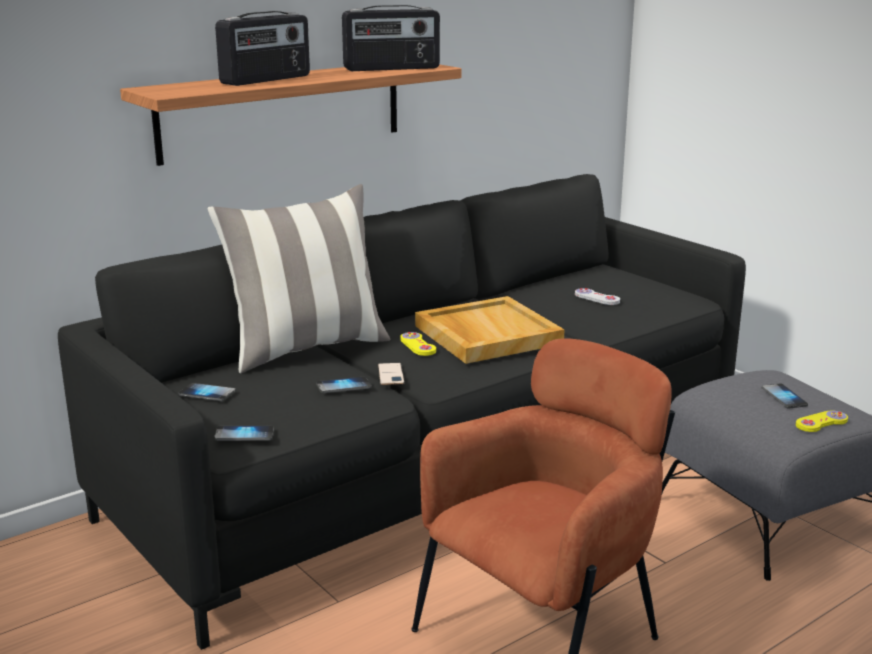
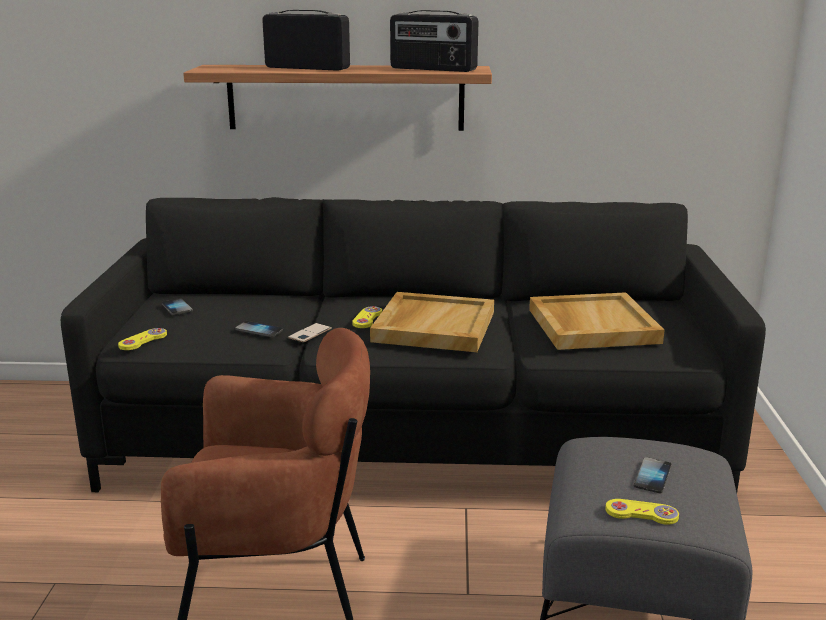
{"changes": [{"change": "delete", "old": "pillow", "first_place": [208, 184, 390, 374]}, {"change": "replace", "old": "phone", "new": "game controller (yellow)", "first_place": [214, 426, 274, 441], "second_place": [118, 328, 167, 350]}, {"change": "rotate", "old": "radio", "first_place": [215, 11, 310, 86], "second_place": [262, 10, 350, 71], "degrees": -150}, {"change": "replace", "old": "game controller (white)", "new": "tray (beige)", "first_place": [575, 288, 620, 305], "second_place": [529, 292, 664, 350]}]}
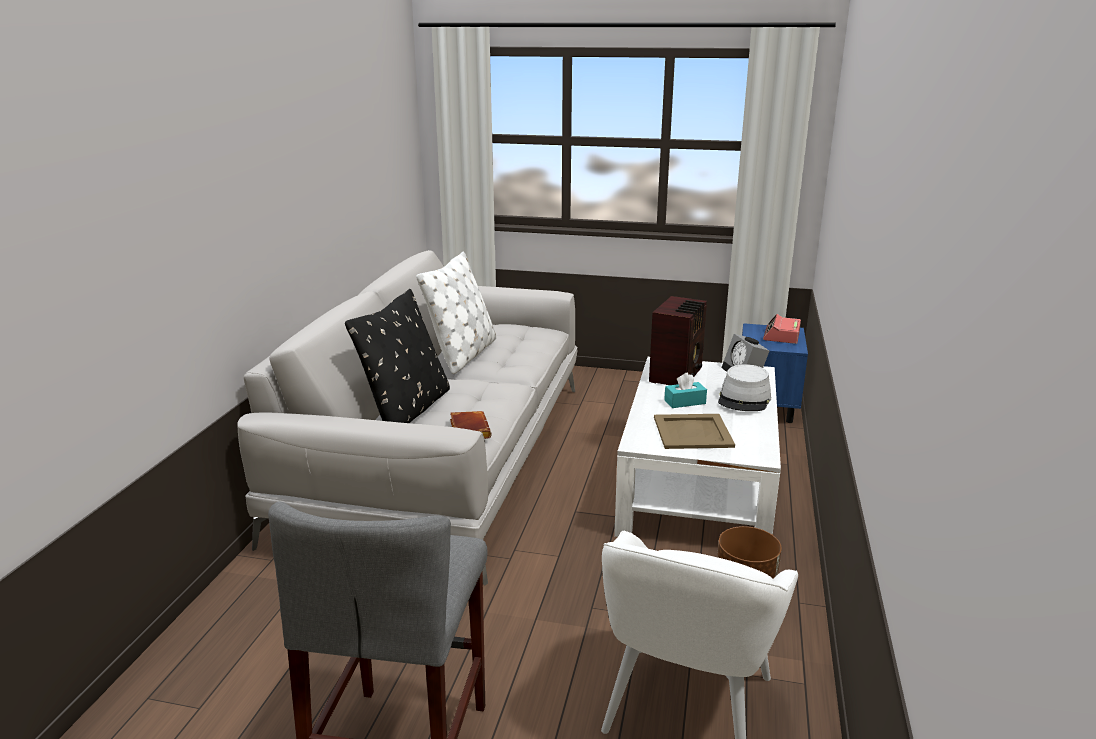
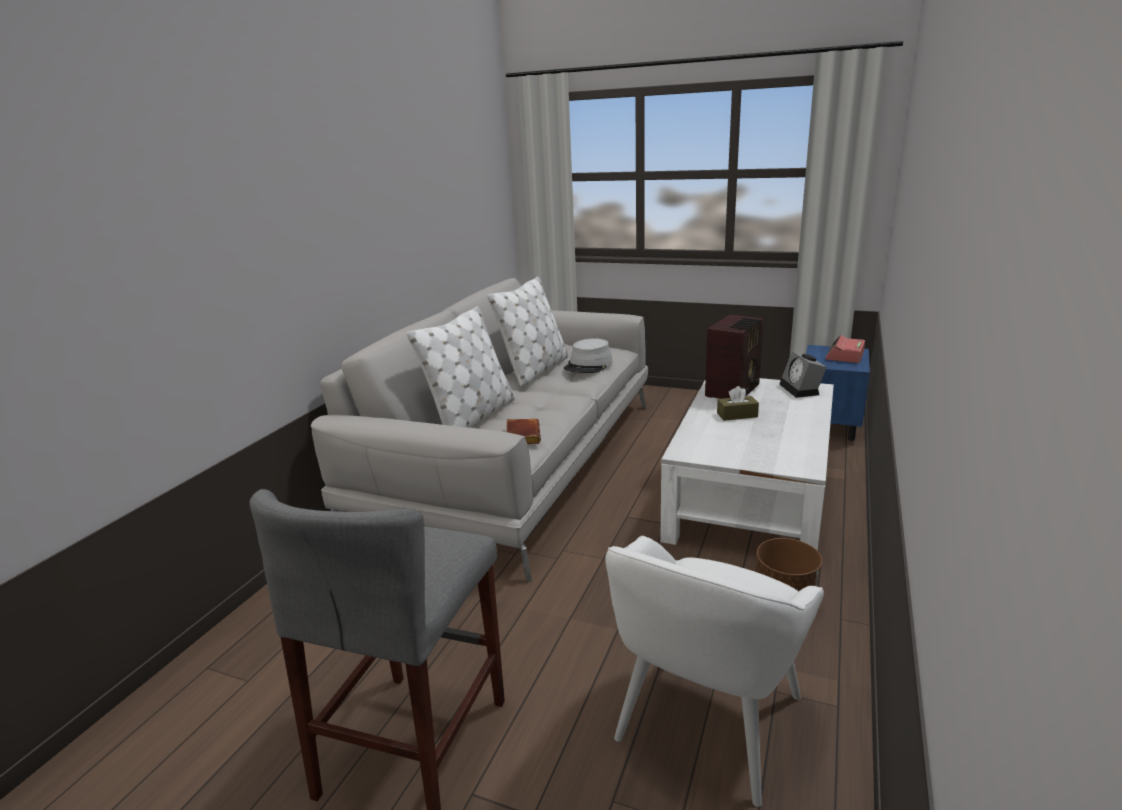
{"changes": [{"change": "recolor", "old": "pillow (black)", "new": "pillow (white)", "first_place": [345, 289, 450, 423], "second_place": [407, 306, 515, 428]}, {"change": "delete", "old": "tray (beige)", "first_place": [654, 414, 735, 449]}, {"change": "recolor", "old": "tissue box (turquoise)", "new": "tissue box (brown)", "first_place": [664, 372, 707, 408], "second_place": [717, 386, 759, 421]}, {"change": "move", "old": "hat (grey)", "first_place": [718, 364, 771, 411], "second_place": [564, 338, 613, 373]}]}
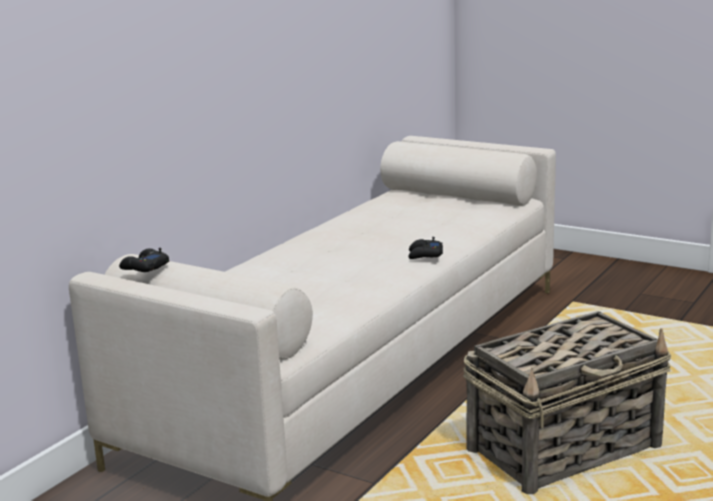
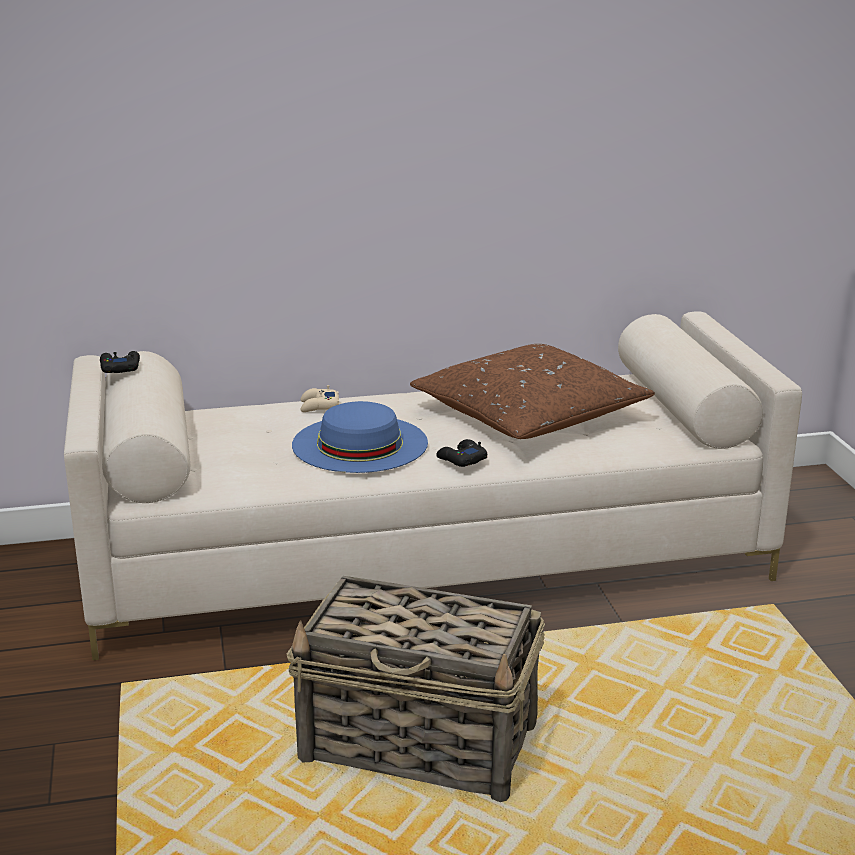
{"changes": [{"change": "insert", "new": "hat (blue)", "second_place": [292, 401, 428, 473]}, {"change": "insert", "new": "game controller (beige)", "second_place": [300, 385, 339, 412]}, {"change": "insert", "new": "pillow (brown)", "second_place": [410, 344, 655, 439]}]}
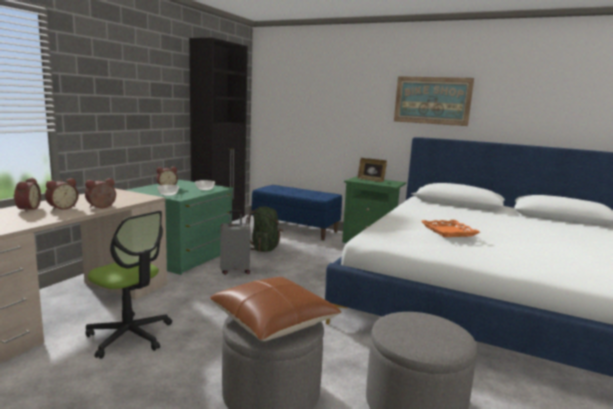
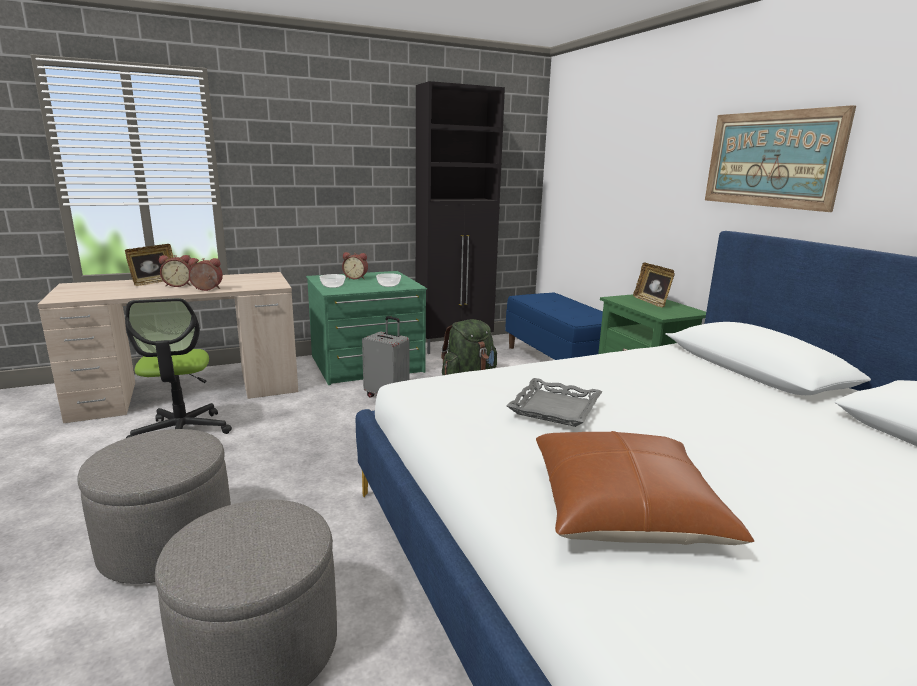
{"changes": [{"change": "replace", "old": "alarm clock", "new": "picture frame", "first_place": [14, 177, 41, 212], "second_place": [125, 244, 173, 286]}, {"change": "move", "old": "pillow (brown)", "first_place": [210, 277, 341, 341], "second_place": [536, 431, 754, 545]}, {"change": "recolor", "old": "tray (orange)", "new": "tray (grey)", "first_place": [421, 220, 480, 237], "second_place": [507, 378, 603, 427]}]}
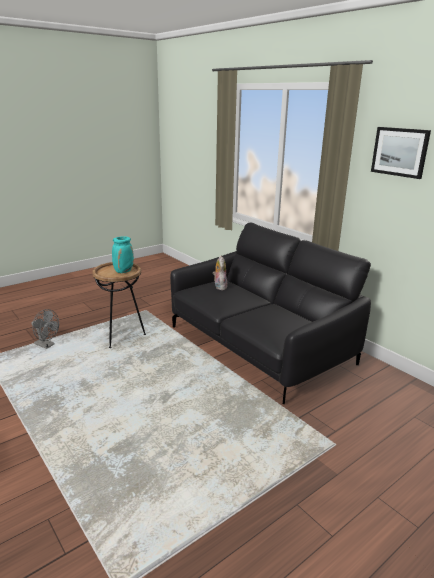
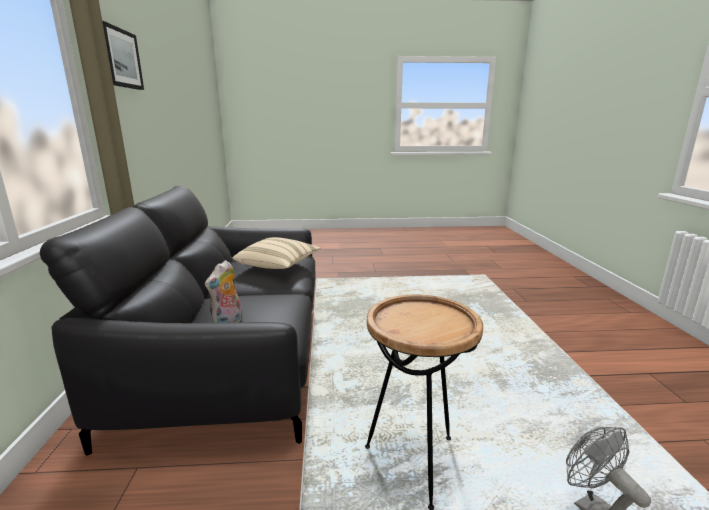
{"changes": [{"change": "delete", "old": "vase (turquoise)", "first_place": [112, 236, 134, 273]}, {"change": "insert", "new": "pillow (beige)", "second_place": [232, 237, 321, 269]}]}
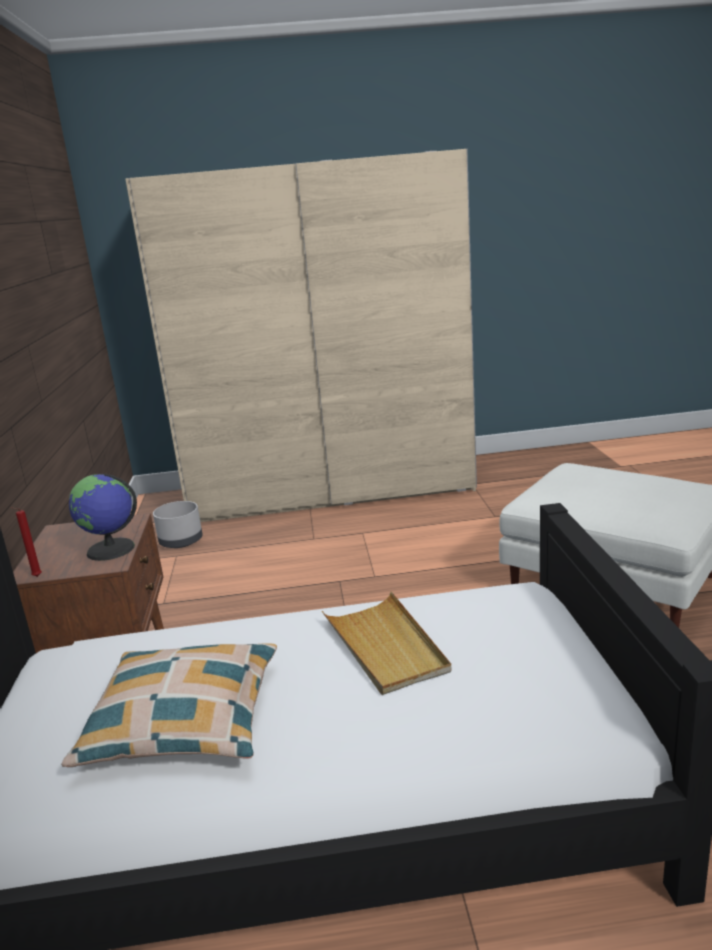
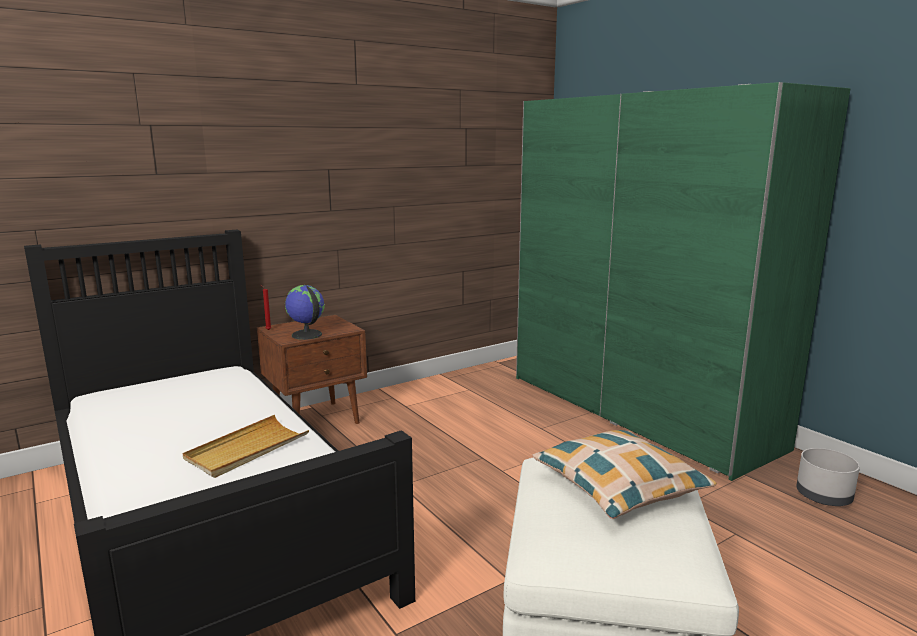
{"changes": [{"change": "move", "old": "pillow", "first_place": [61, 643, 277, 767], "second_place": [533, 430, 717, 519]}, {"change": "recolor", "old": "wardrobe (beige)", "new": "wardrobe (green)", "first_place": [125, 149, 477, 522], "second_place": [516, 82, 850, 481]}, {"change": "move", "old": "planter (grey)", "first_place": [153, 501, 202, 548], "second_place": [796, 448, 860, 506]}]}
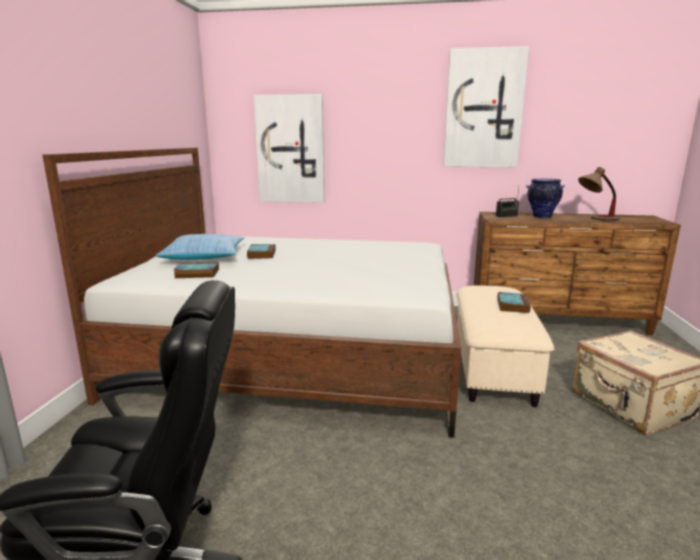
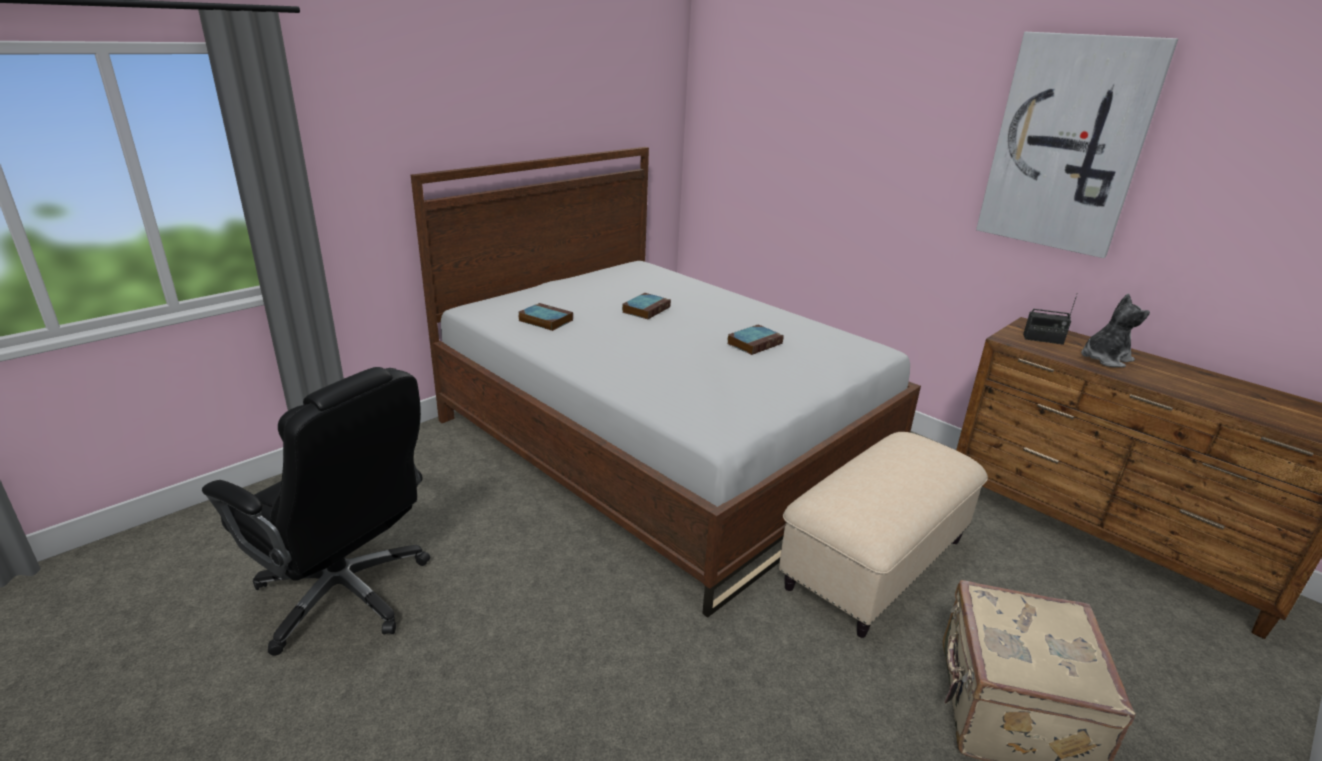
{"changes": [{"change": "delete", "old": "pillow", "first_place": [156, 234, 244, 260]}, {"change": "delete", "old": "picture", "first_place": [254, 94, 324, 203]}, {"change": "move", "old": "book", "first_place": [497, 292, 531, 313], "second_place": [727, 325, 784, 355]}, {"change": "replace", "old": "vase", "new": "plush toy", "first_place": [526, 178, 565, 218], "second_place": [1081, 294, 1150, 367]}, {"change": "delete", "old": "table lamp", "first_place": [578, 167, 620, 221]}]}
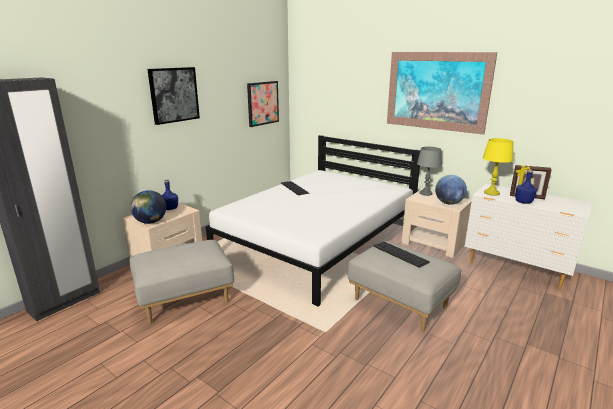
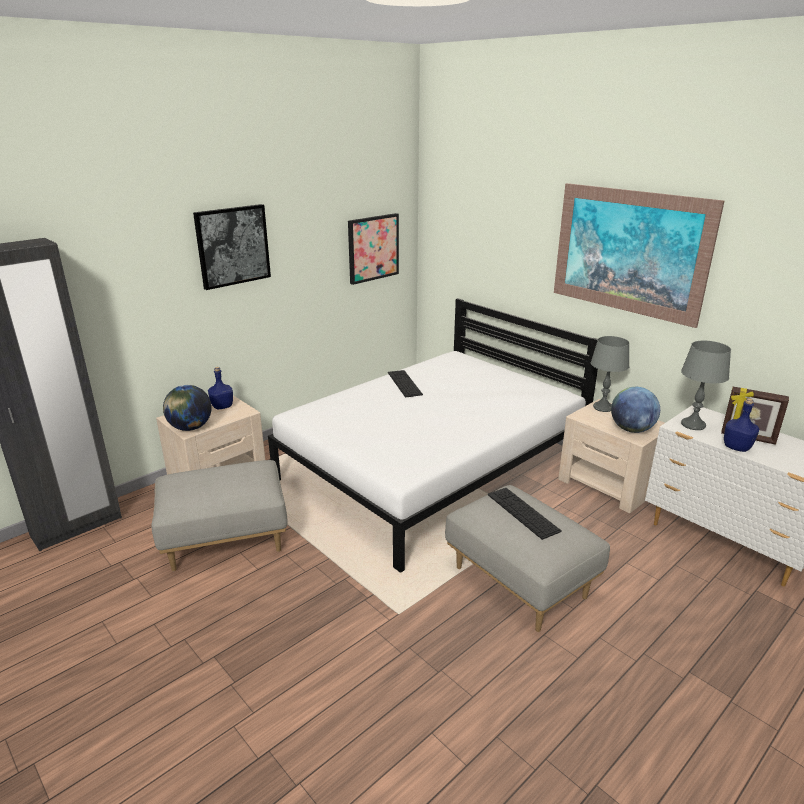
{"changes": [{"change": "recolor", "old": "table lamp (yellow)", "new": "table lamp (grey)", "first_place": [483, 138, 514, 196], "second_place": [681, 341, 731, 430]}]}
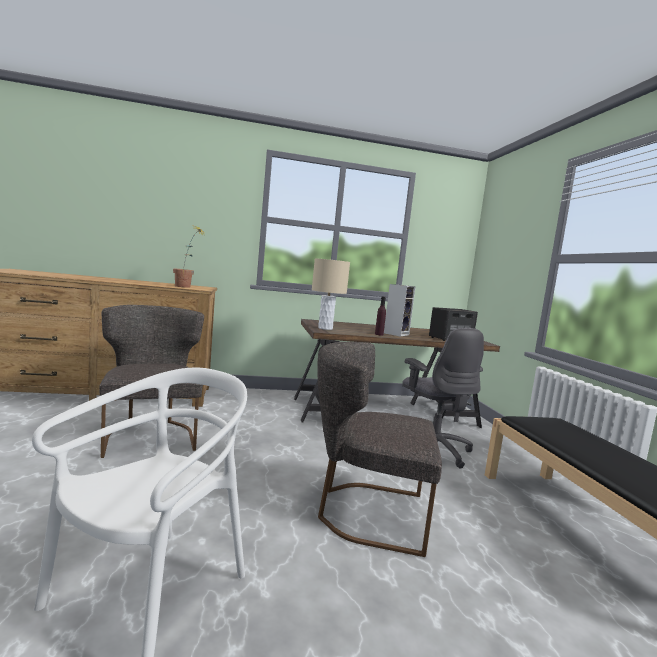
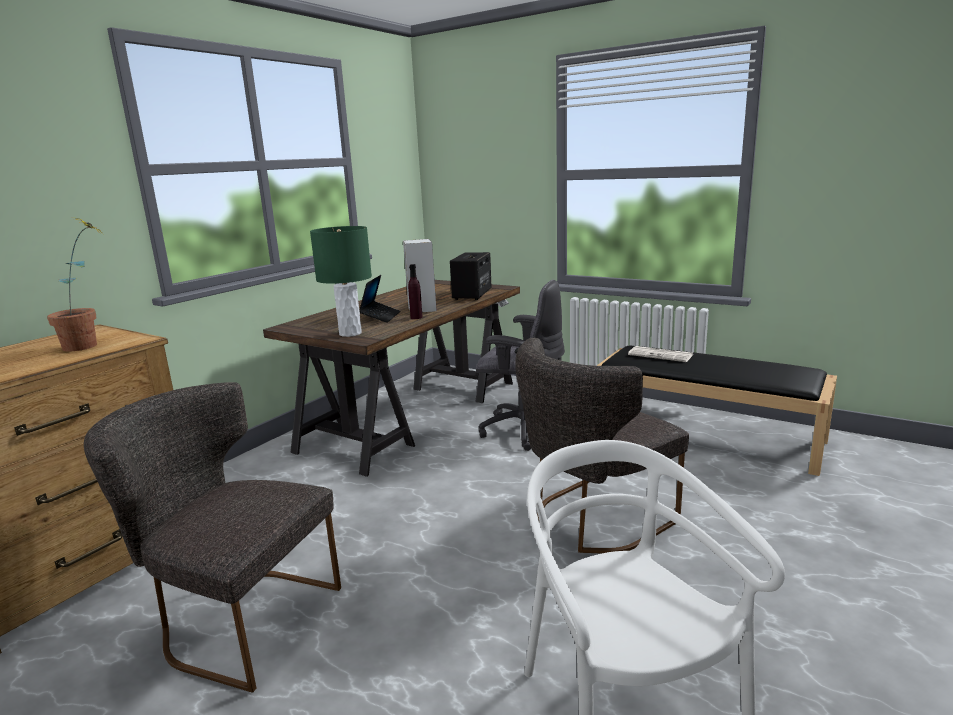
{"changes": [{"change": "recolor", "old": "table lamp (beige)", "new": "table lamp (green)", "first_place": [312, 258, 350, 330], "second_place": [310, 226, 372, 337]}, {"change": "insert", "new": "laptop", "second_place": [359, 275, 400, 323]}, {"change": "insert", "new": "newspaper", "second_place": [628, 346, 693, 362]}]}
